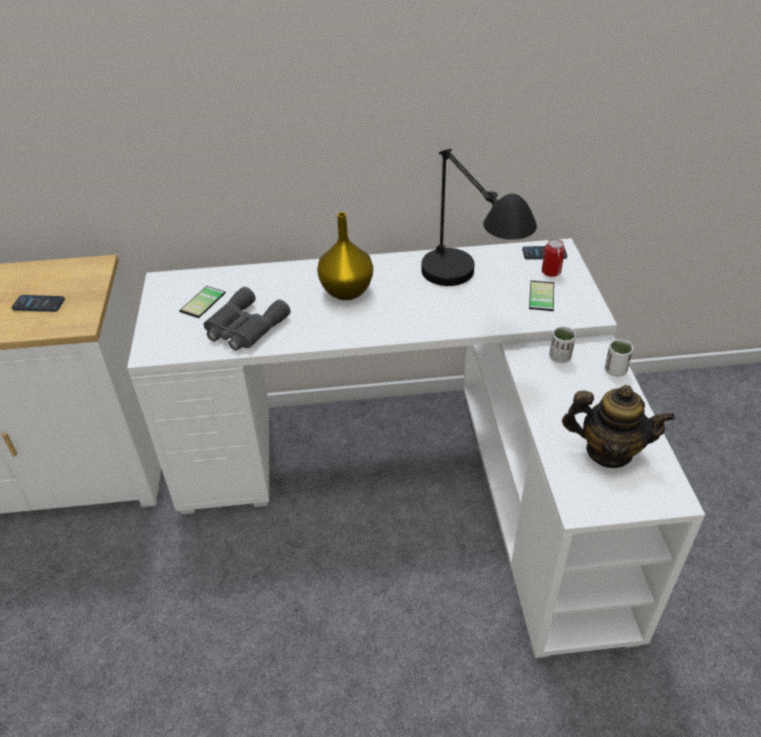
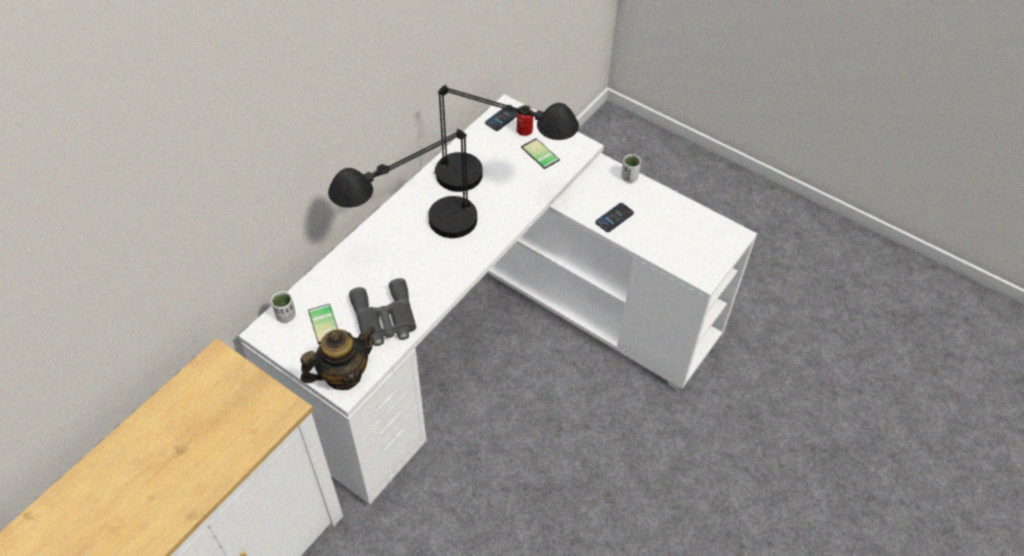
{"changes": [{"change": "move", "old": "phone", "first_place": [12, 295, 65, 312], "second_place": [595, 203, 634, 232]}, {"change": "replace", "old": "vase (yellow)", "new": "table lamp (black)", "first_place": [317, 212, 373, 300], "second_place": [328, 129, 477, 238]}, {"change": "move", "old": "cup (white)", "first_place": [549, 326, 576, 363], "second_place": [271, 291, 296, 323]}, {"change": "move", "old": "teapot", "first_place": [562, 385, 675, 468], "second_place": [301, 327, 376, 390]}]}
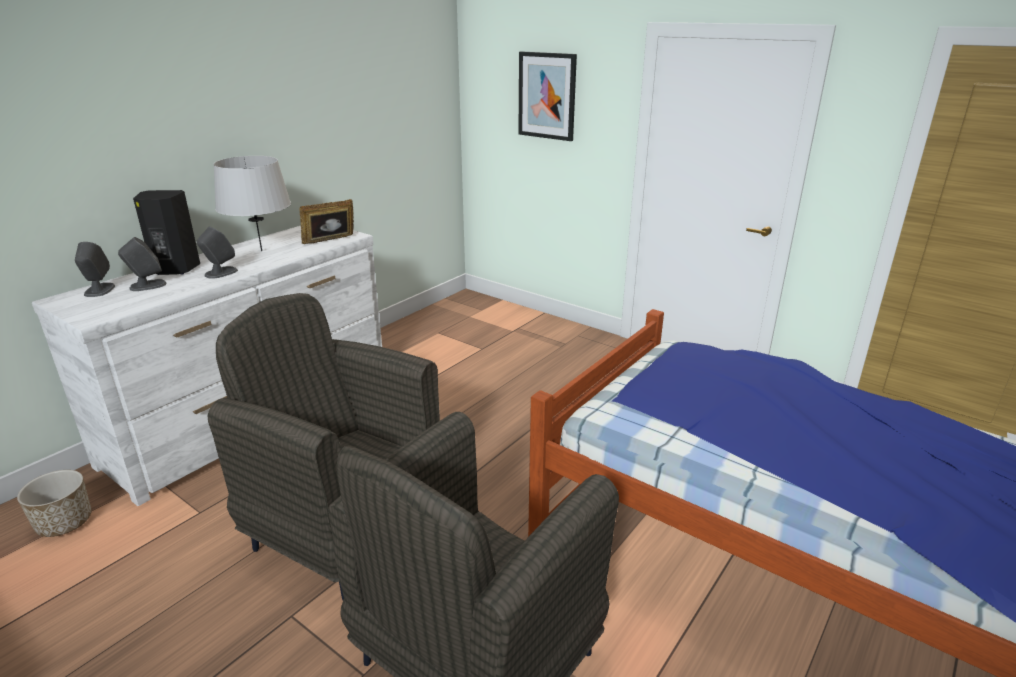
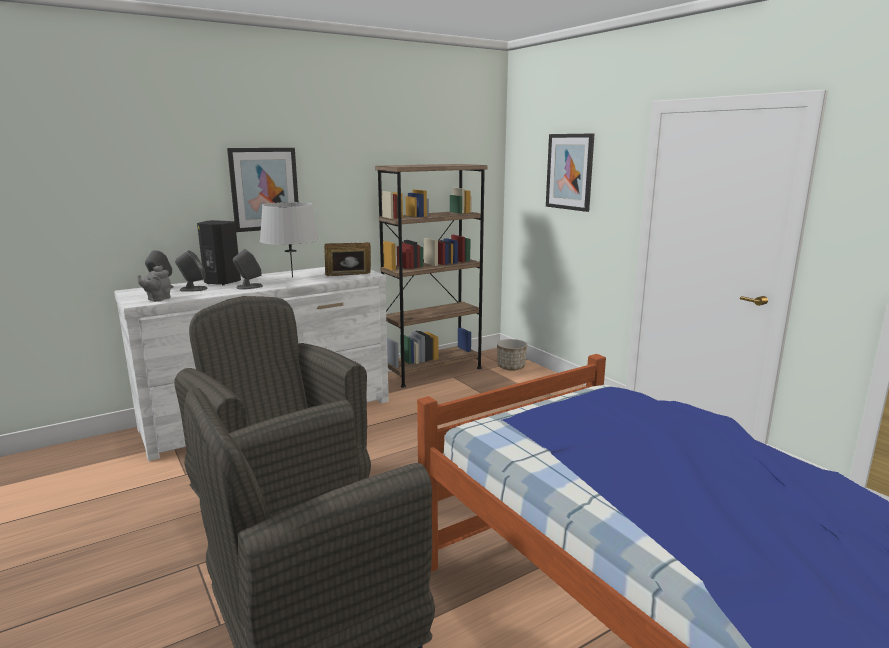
{"changes": [{"change": "move", "old": "planter", "first_place": [17, 470, 92, 537], "second_place": [497, 339, 527, 371]}, {"change": "insert", "new": "teapot (grey)", "second_place": [137, 265, 171, 302]}, {"change": "insert", "new": "picture", "second_place": [227, 148, 299, 232]}, {"change": "insert", "new": "bookcase (brown)", "second_place": [375, 164, 488, 388]}]}
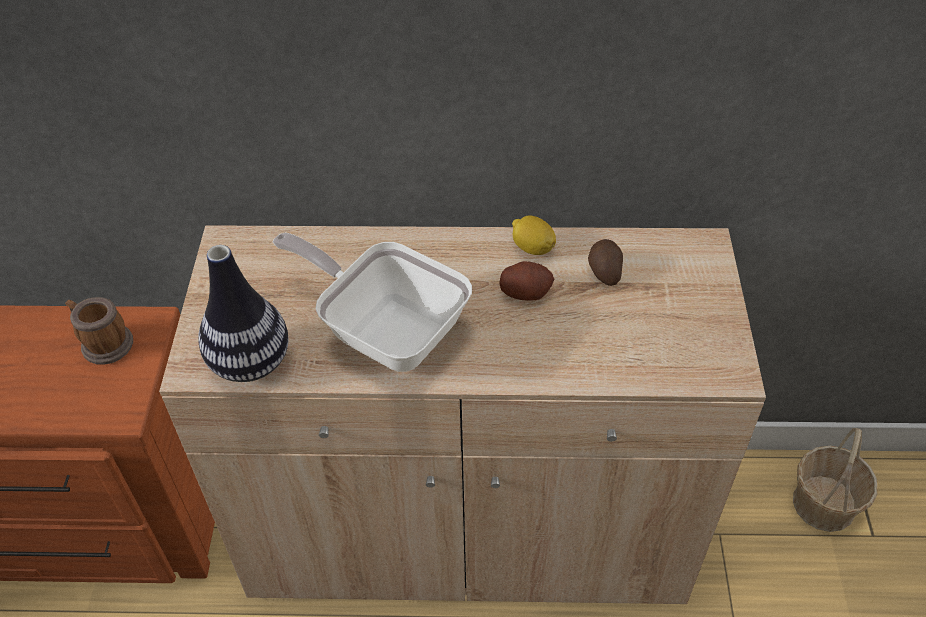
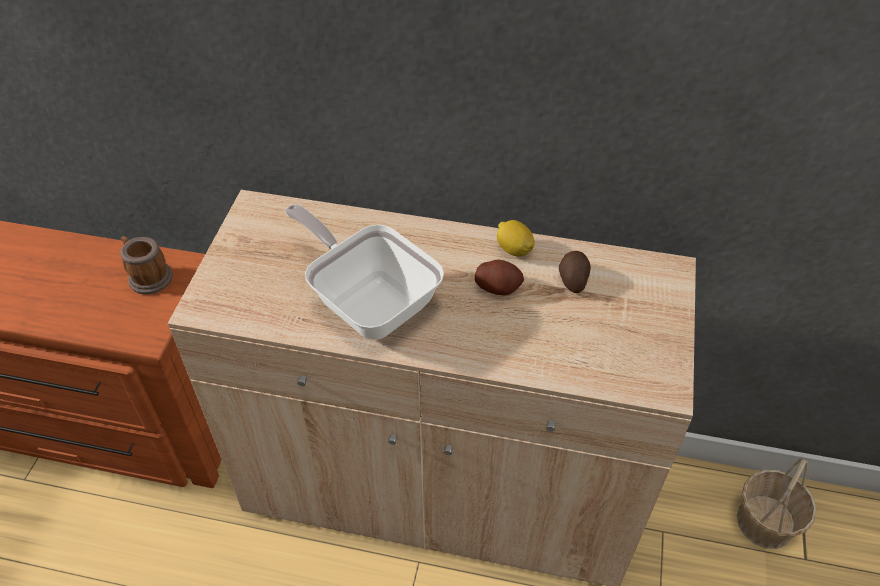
{"changes": [{"change": "delete", "old": "vase", "first_place": [199, 245, 289, 382]}]}
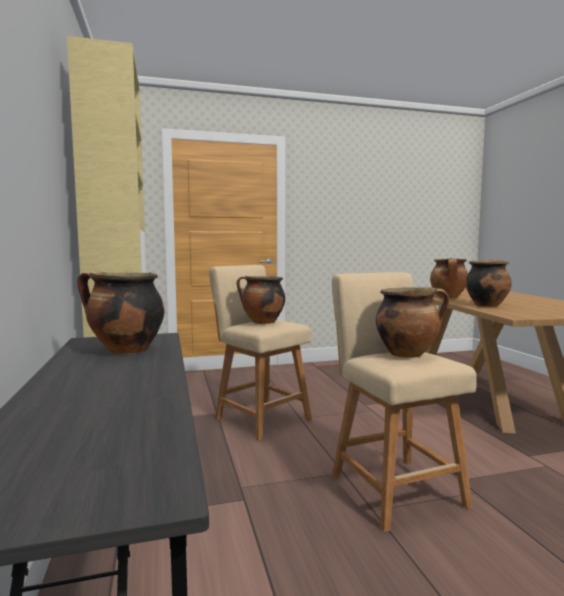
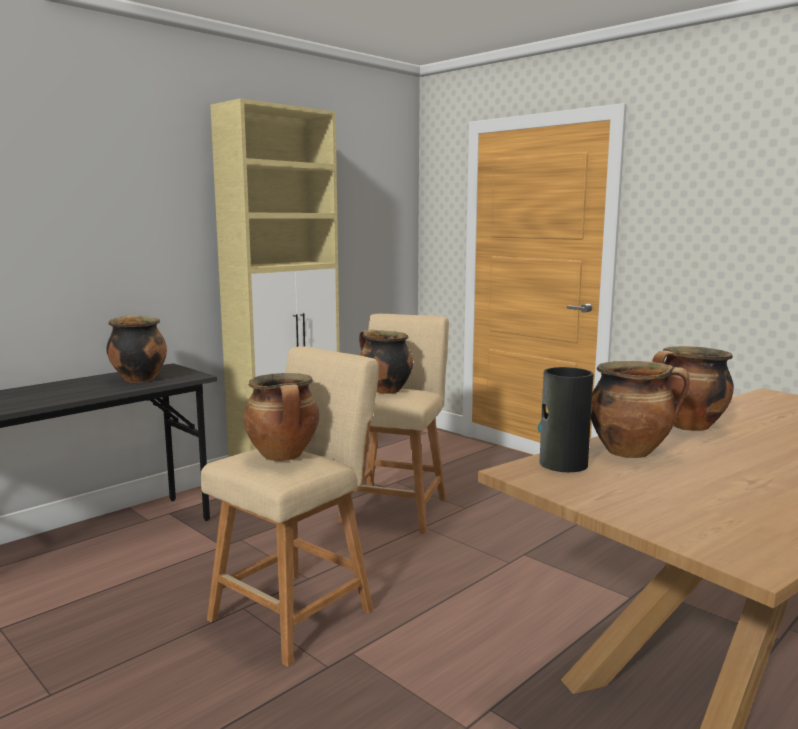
{"changes": [{"change": "insert", "new": "vase", "second_place": [538, 367, 593, 472]}]}
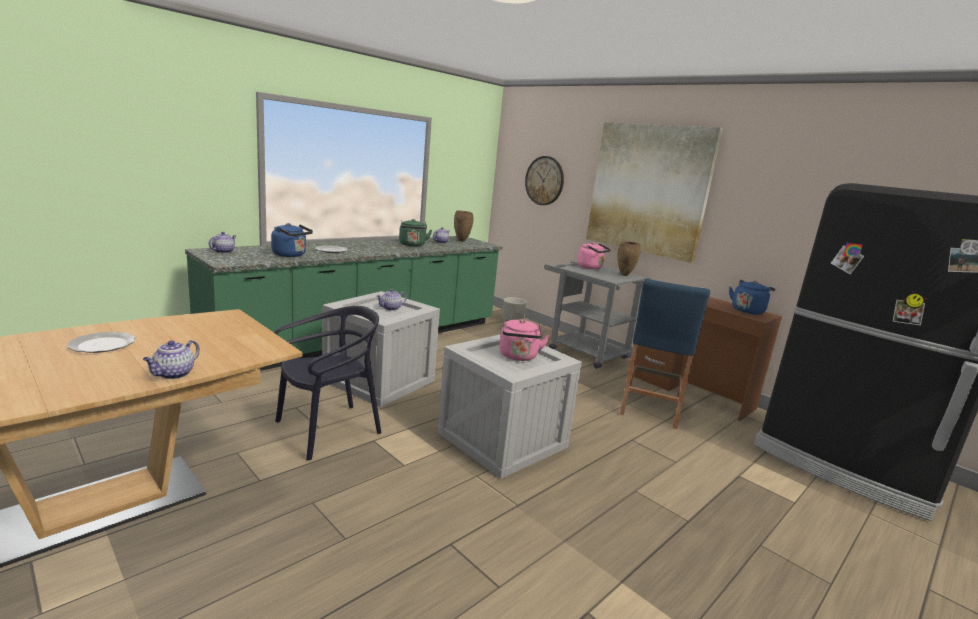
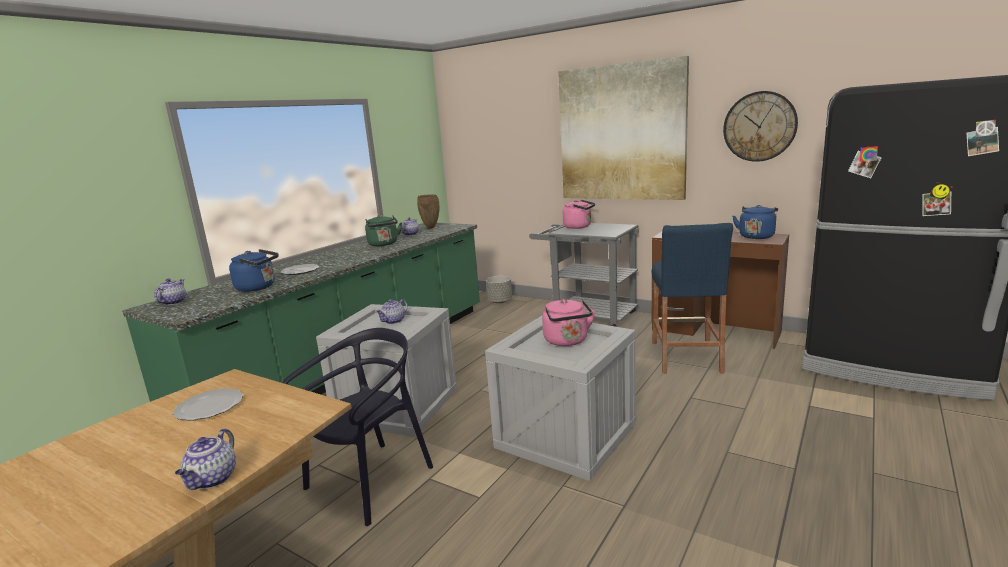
{"changes": [{"change": "move", "old": "plate", "first_place": [67, 332, 135, 353], "second_place": [173, 388, 244, 421]}, {"change": "move", "old": "wall clock", "first_place": [525, 156, 564, 205], "second_place": [723, 91, 798, 162]}, {"change": "delete", "old": "vase (brown)", "first_place": [618, 241, 641, 276]}]}
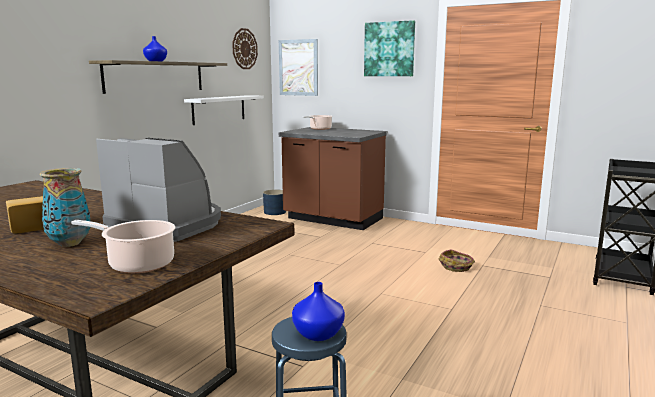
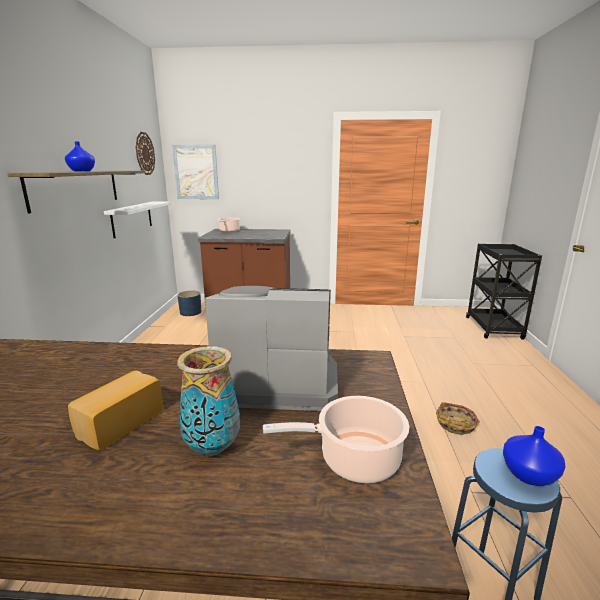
{"changes": [{"change": "delete", "old": "picture", "first_place": [364, 20, 415, 76]}, {"change": "move", "old": "basket", "first_place": [439, 249, 475, 272], "second_place": [436, 402, 480, 435]}]}
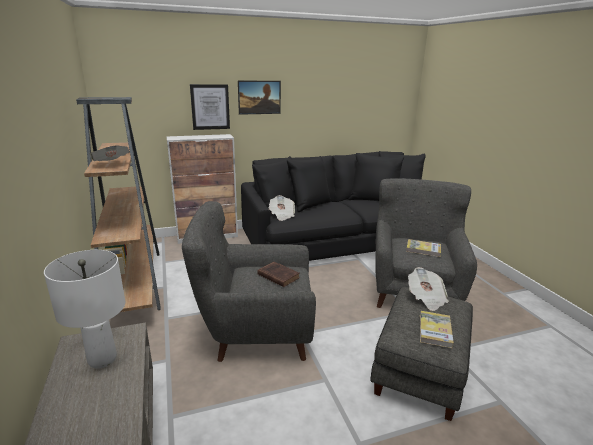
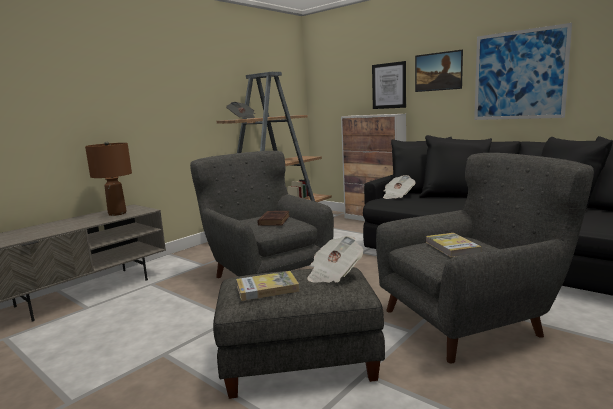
{"changes": [{"change": "recolor", "old": "table lamp (white)", "new": "table lamp (brown)", "first_place": [44, 250, 125, 369], "second_place": [85, 141, 132, 216]}, {"change": "insert", "new": "picture", "second_place": [474, 23, 572, 120]}]}
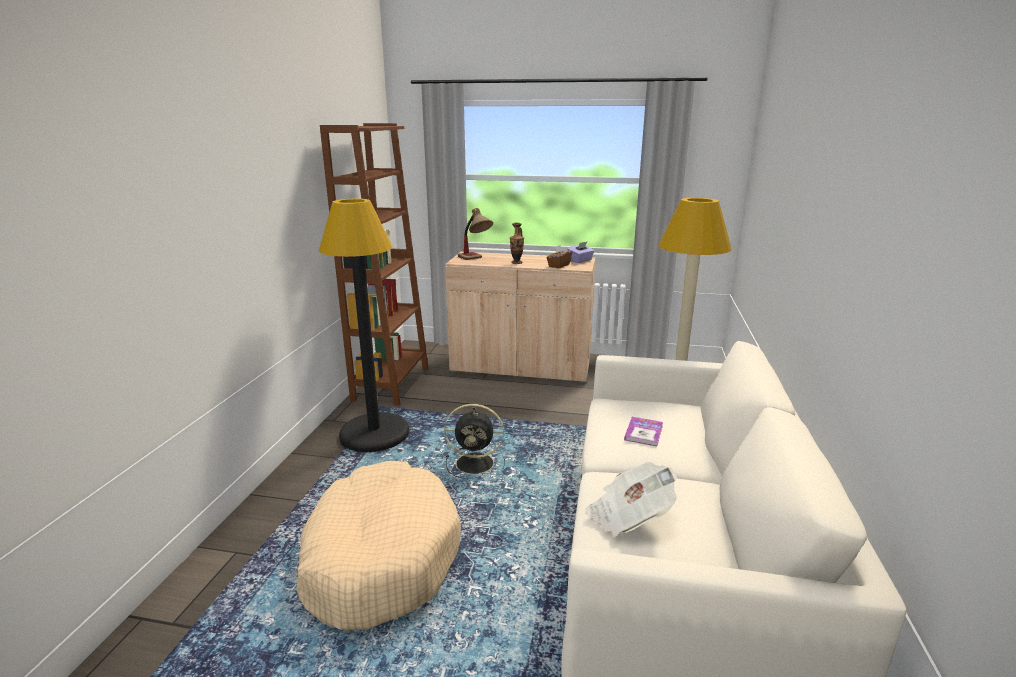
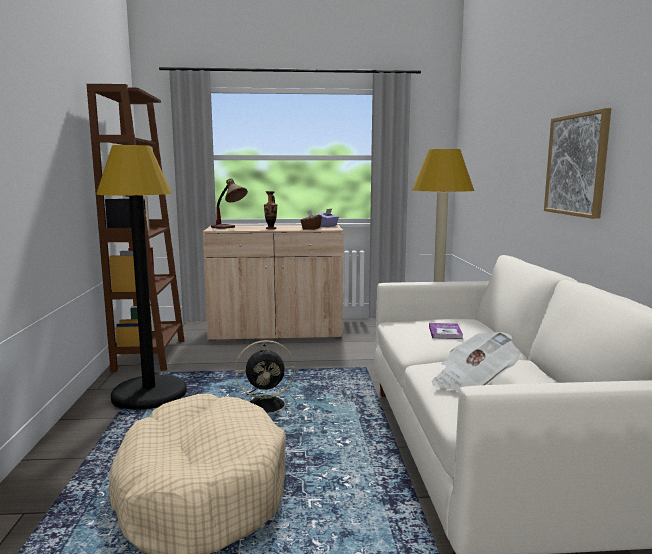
{"changes": [{"change": "insert", "new": "picture", "second_place": [544, 108, 611, 219]}]}
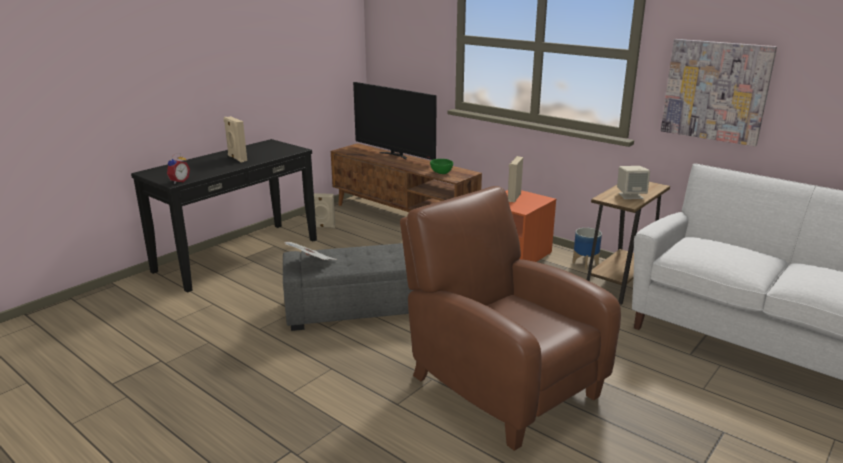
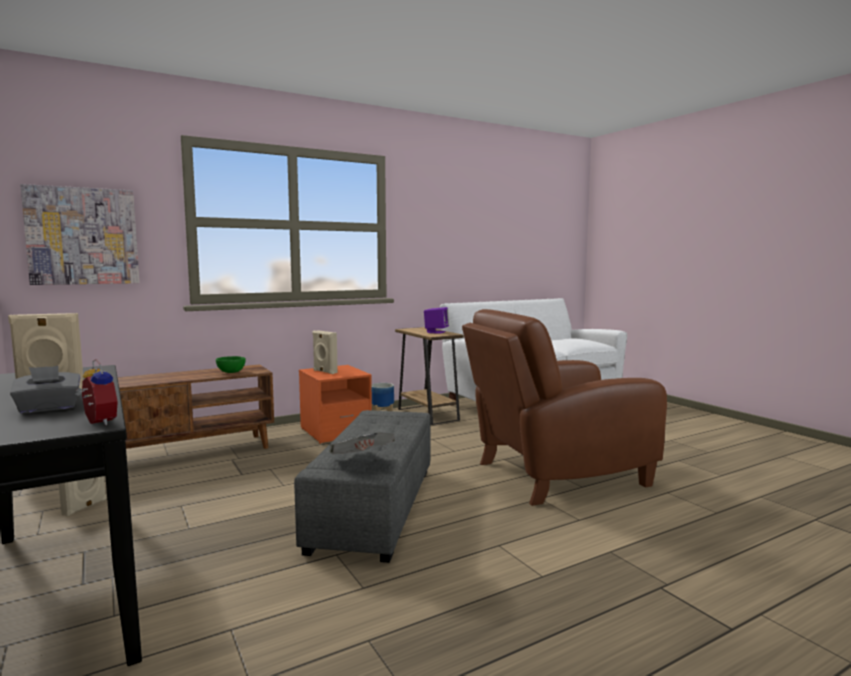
{"changes": [{"change": "delete", "old": "television", "first_place": [353, 82, 437, 160]}, {"change": "recolor", "old": "speaker (beige)", "new": "speaker (purple)", "first_place": [617, 166, 650, 199], "second_place": [424, 307, 449, 334]}, {"change": "move", "old": "picture", "first_place": [661, 39, 777, 146], "second_place": [20, 184, 140, 285]}, {"change": "insert", "new": "tissue box (grey)", "second_place": [10, 366, 80, 414]}]}
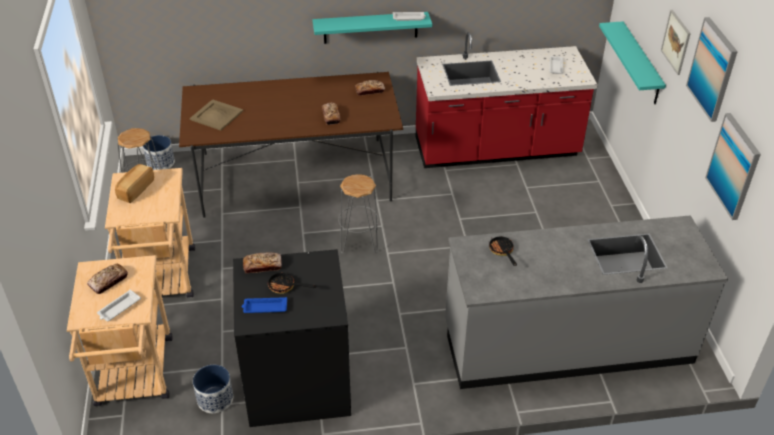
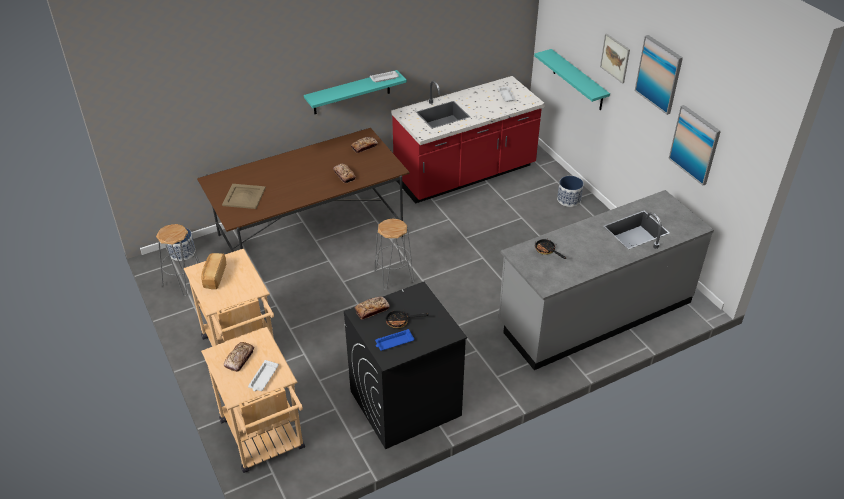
{"changes": [{"change": "move", "old": "planter", "first_place": [193, 365, 233, 413], "second_place": [557, 176, 584, 207]}]}
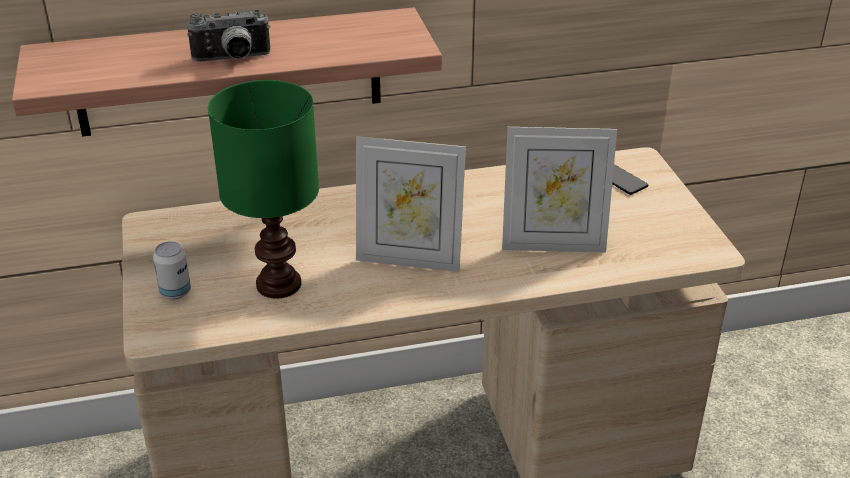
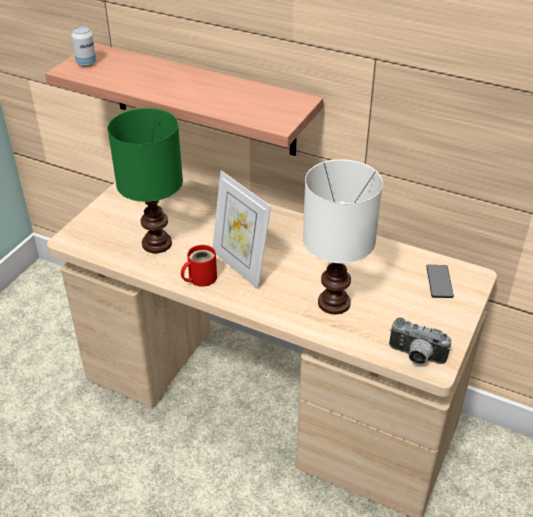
{"changes": [{"change": "move", "old": "can", "first_place": [153, 241, 191, 299], "second_place": [71, 26, 97, 67]}, {"change": "move", "old": "photo camera", "first_place": [187, 9, 270, 62], "second_place": [389, 318, 452, 365]}, {"change": "replace", "old": "picture frame", "new": "table lamp (white)", "first_place": [502, 127, 617, 253], "second_place": [303, 159, 383, 314]}, {"change": "insert", "new": "mug (red)", "second_place": [181, 245, 217, 287]}]}
